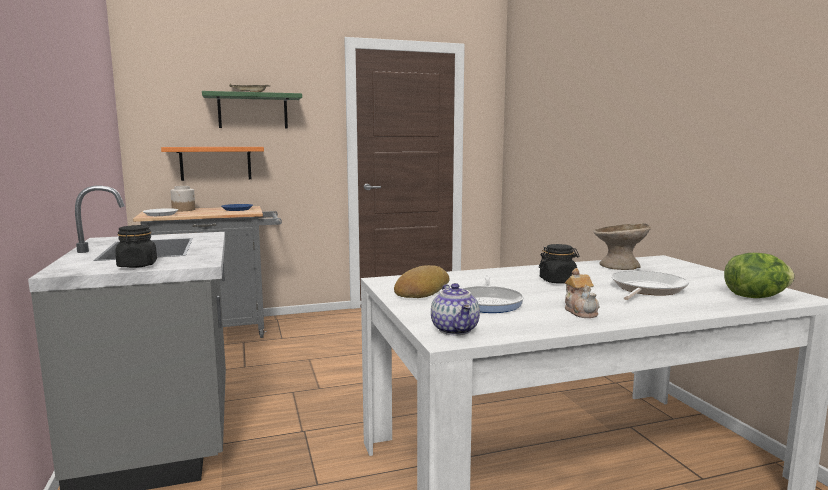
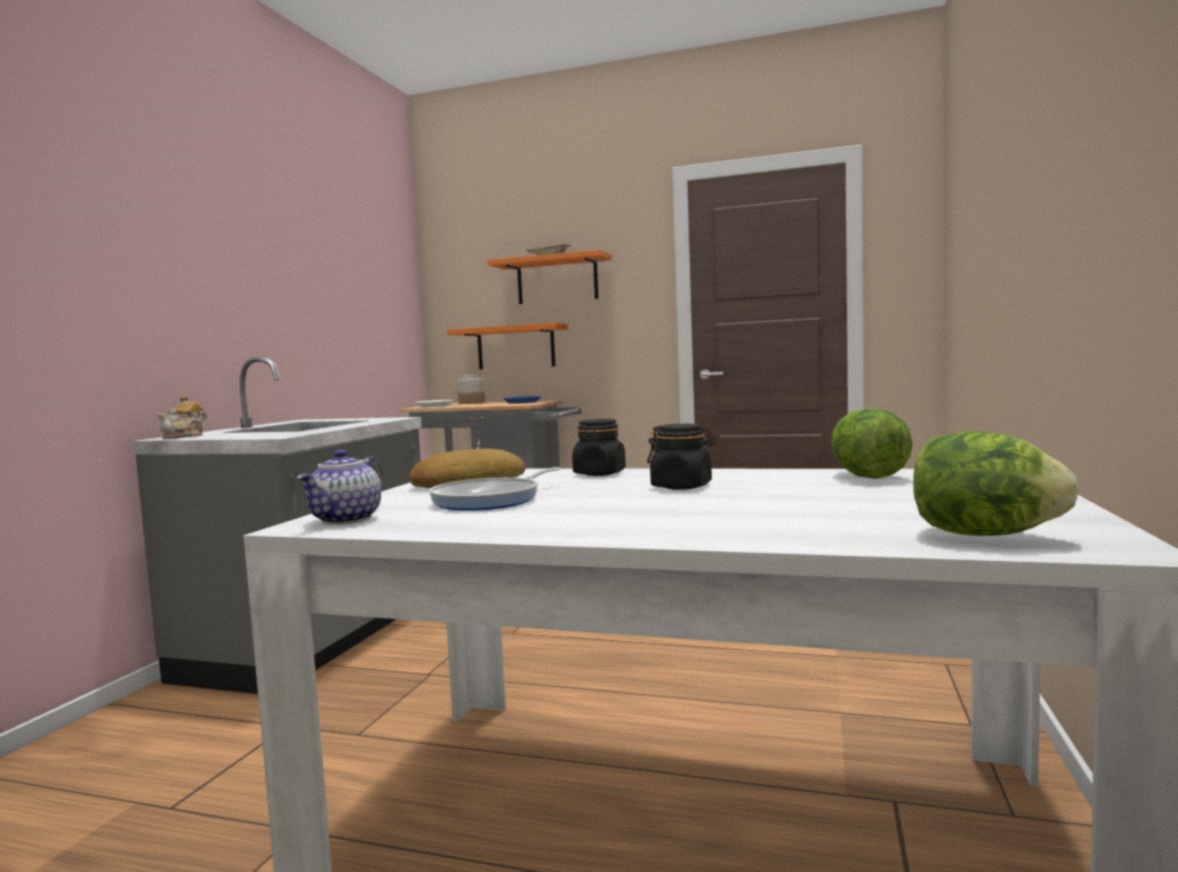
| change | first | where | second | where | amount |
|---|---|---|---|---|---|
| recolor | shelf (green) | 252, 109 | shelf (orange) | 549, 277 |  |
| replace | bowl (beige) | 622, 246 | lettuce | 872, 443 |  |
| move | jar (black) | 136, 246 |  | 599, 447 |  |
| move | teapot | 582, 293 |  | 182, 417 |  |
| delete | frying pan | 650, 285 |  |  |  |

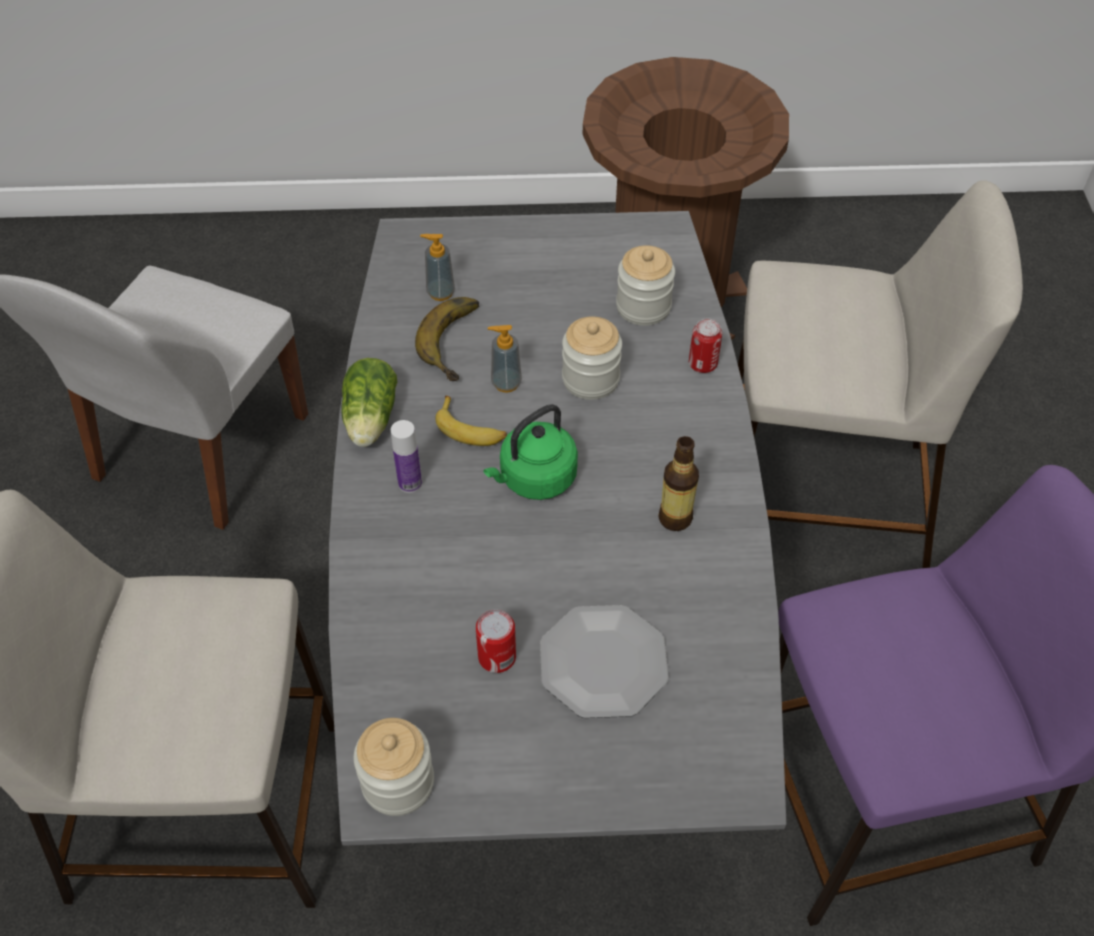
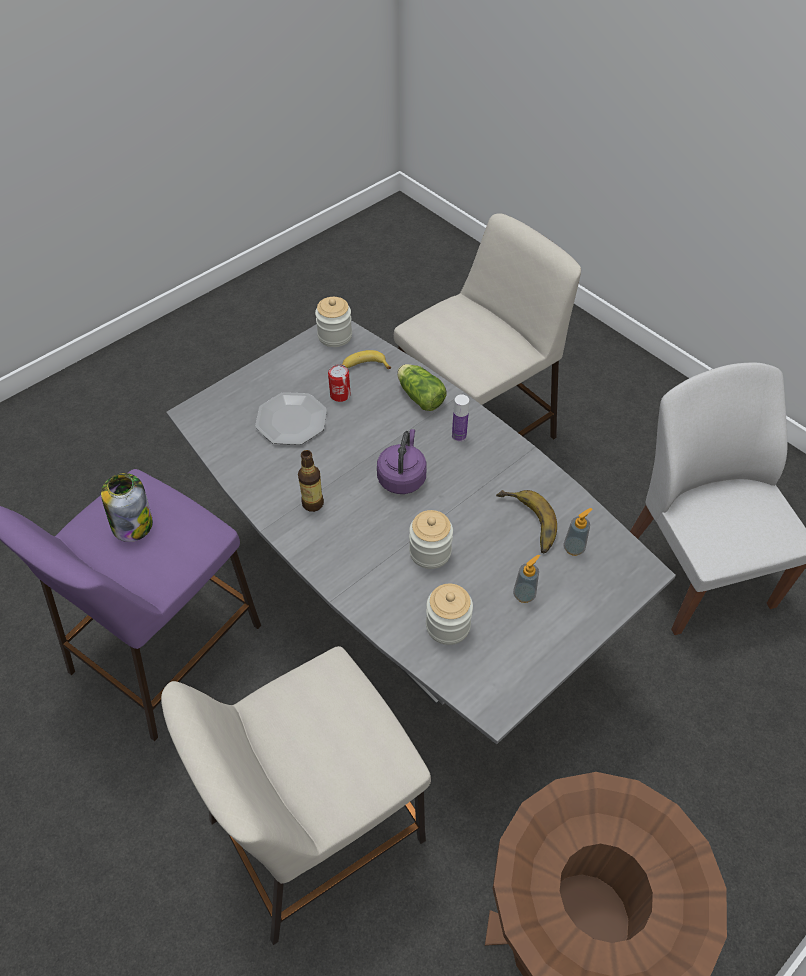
| change | first | where | second | where | amount |
|---|---|---|---|---|---|
| delete | can | 705, 345 |  |  |  |
| move | soap dispenser | 505, 359 |  | 526, 578 |  |
| move | lettuce | 369, 402 |  | 422, 387 |  |
| move | banana | 471, 421 |  | 366, 359 |  |
| recolor | kettle (green) | 530, 452 | kettle (purple) | 402, 461 |  |
| insert |  |  | jar | 127, 507 |  |

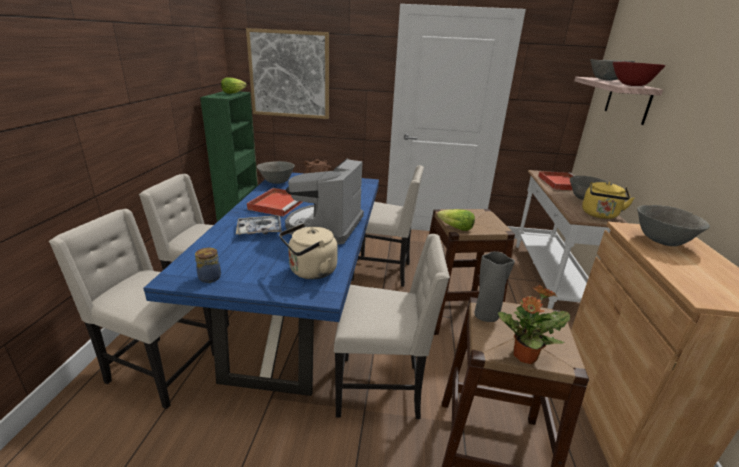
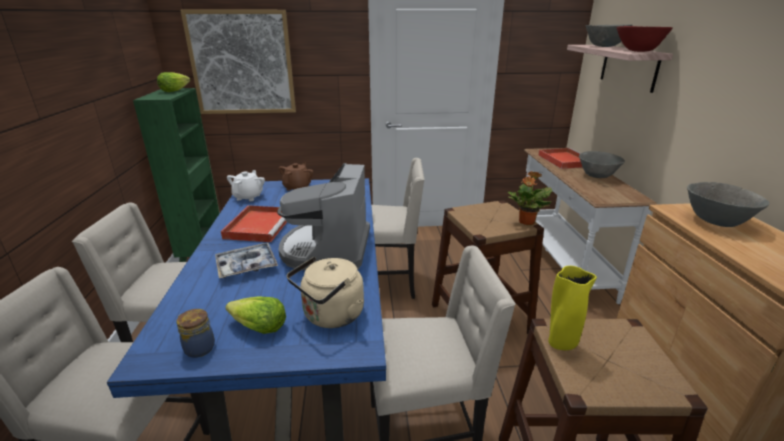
| change | first | where | second | where | amount |
|---|---|---|---|---|---|
| replace | bowl (grey) | 275, 172 | teapot (white) | 246, 185 |  |
| delete | kettle (yellow) | 608, 200 |  |  |  |
| move | lettuce | 456, 220 |  | 255, 315 |  |
| recolor | vase (grey) | 494, 286 | vase (yellow) | 572, 308 |  |
| move | potted plant | 534, 324 |  | 530, 198 |  |

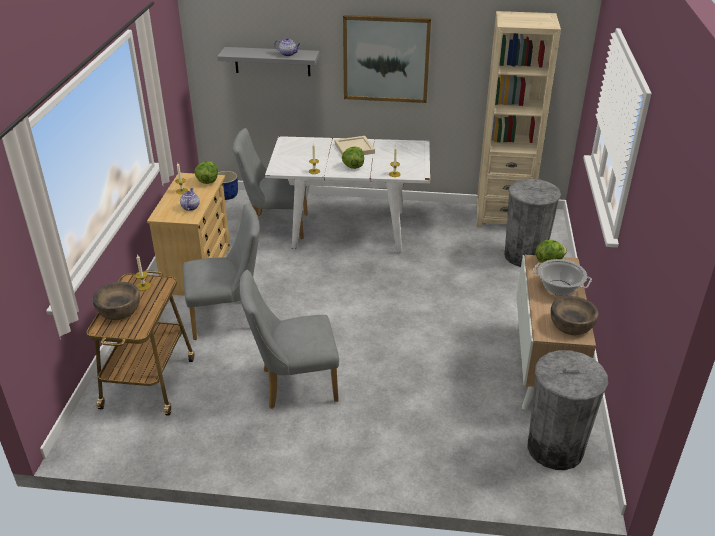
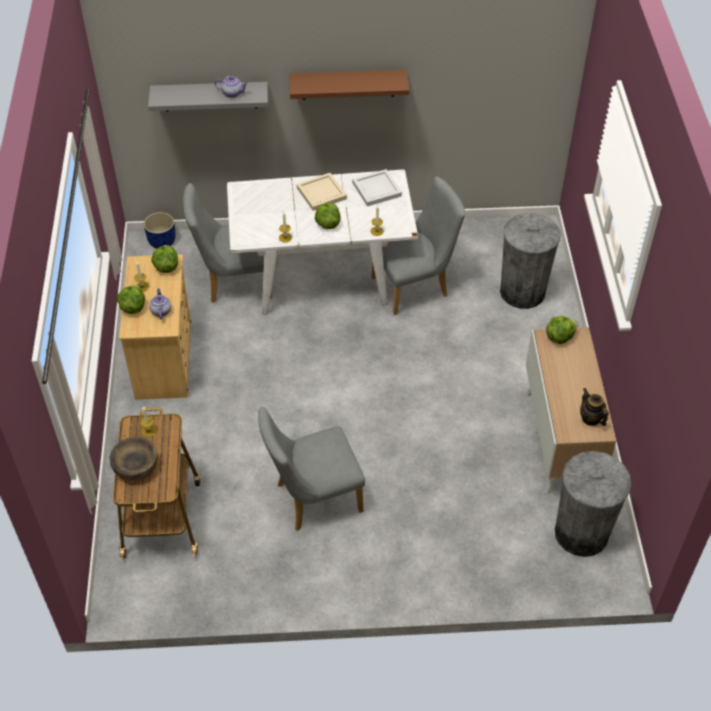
| change | first | where | second | where | amount |
|---|---|---|---|---|---|
| delete | bookcase (beige) | 518, 119 |  |  |  |
| replace | picture | 387, 59 | shelf (brown) | 349, 85 |  |
| move | chair (grey) | 221, 271 |  | 418, 246 |  |
| delete | cooking pot | 562, 277 |  |  |  |
| replace | bowl (brown) | 574, 315 | teapot | 594, 407 |  |
| insert |  |  | tray (white) | 377, 187 |  |
| insert |  |  | lettuce | 131, 299 |  |

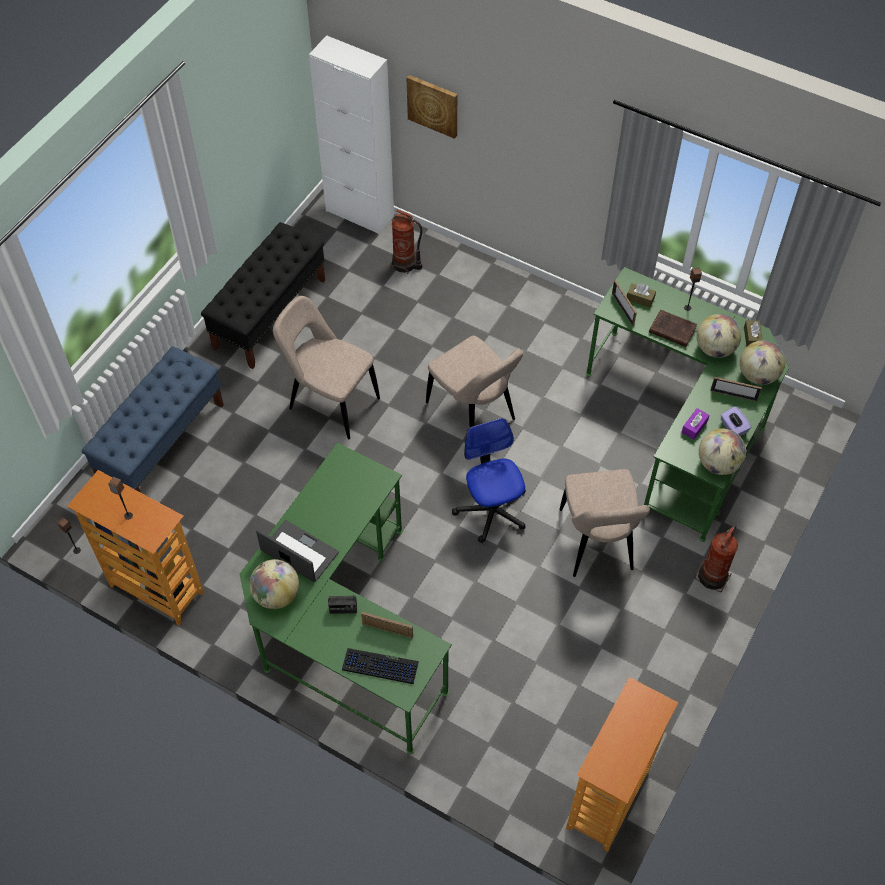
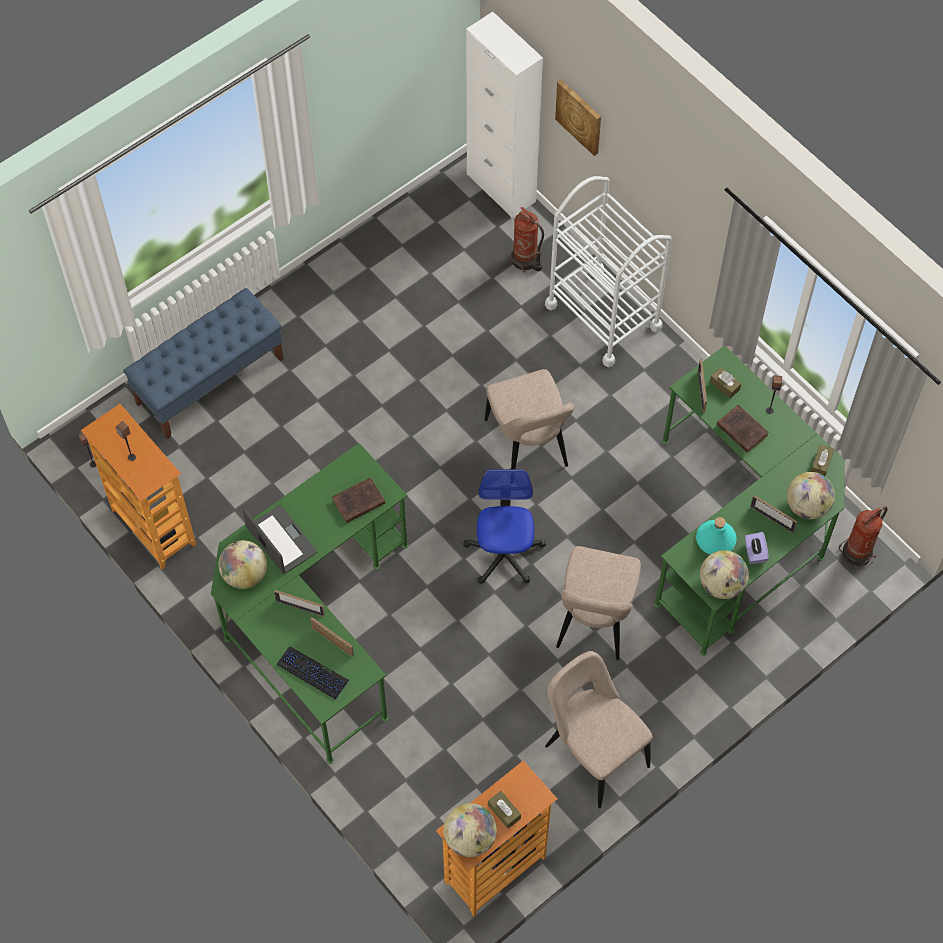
| change | first | where | second | where | amount |
|---|---|---|---|---|---|
| delete | bench (black) | 263, 295 |  |  |  |
| move | chair (beige) | 326, 368 |  | 599, 729 |  |
| move | globe | 719, 336 |  | 470, 830 |  |
| replace | tissue box (purple) | 695, 424 | bottle (turquoise) | 716, 536 |  |
| move | fire extinguisher | 716, 558 |  | 863, 538 |  |
| replace | radio | 342, 605 | picture frame | 299, 603 |  |
| insert |  |  | cart (white) | 608, 271 |  |
| insert |  |  | book (brown) | 358, 500 |  |
| insert |  |  | tissue box (brown) | 504, 810 |  |

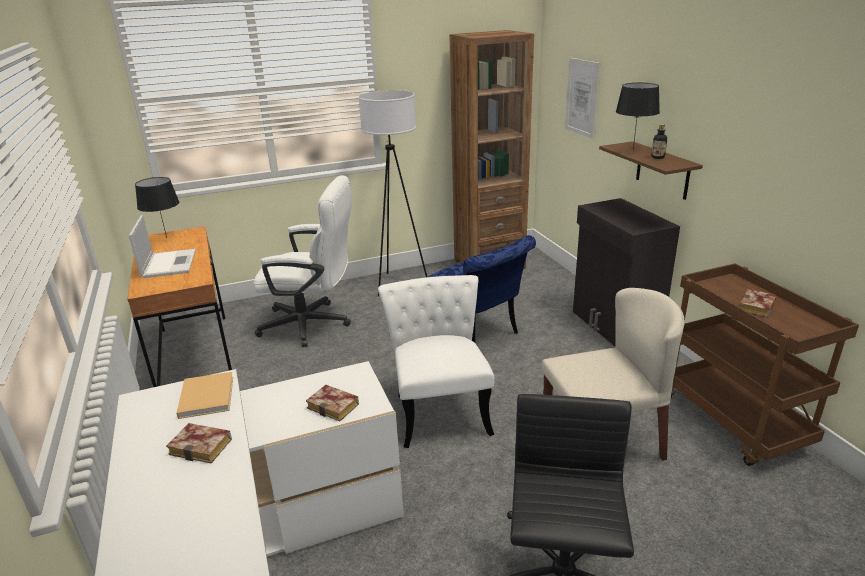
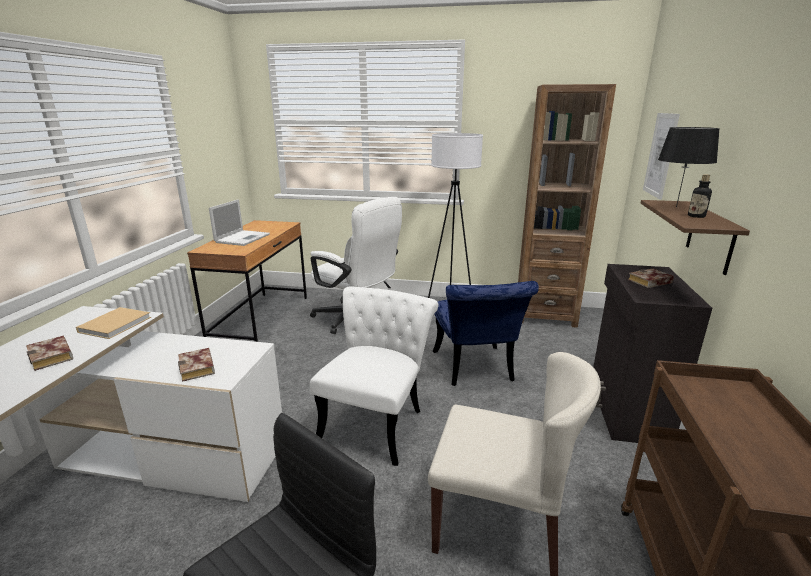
| change | first | where | second | where | amount |
|---|---|---|---|---|---|
| delete | table lamp (black) | 157, 207 |  |  |  |
| move | book | 758, 303 |  | 651, 278 |  |

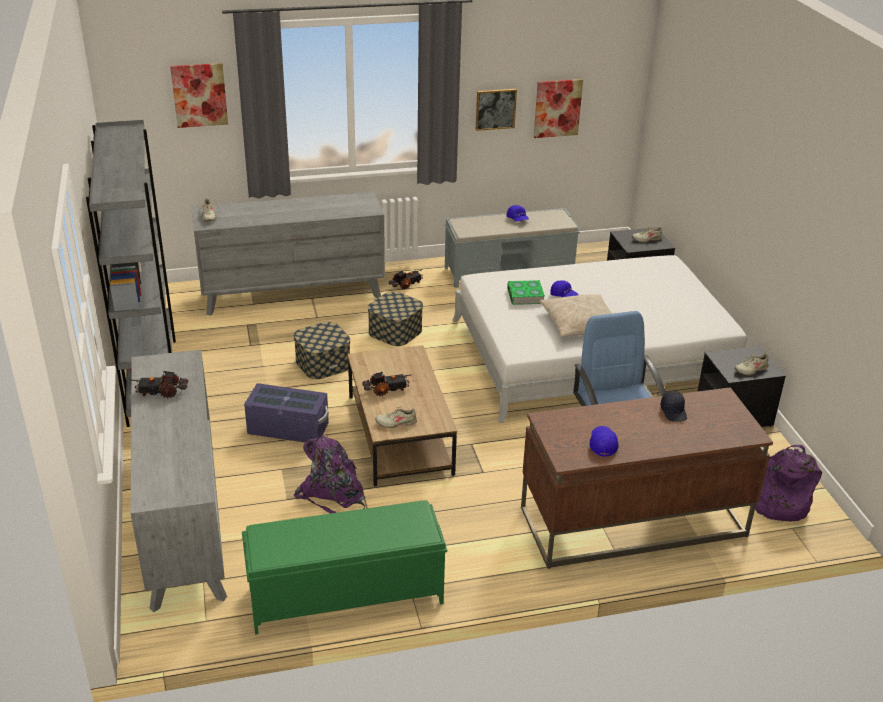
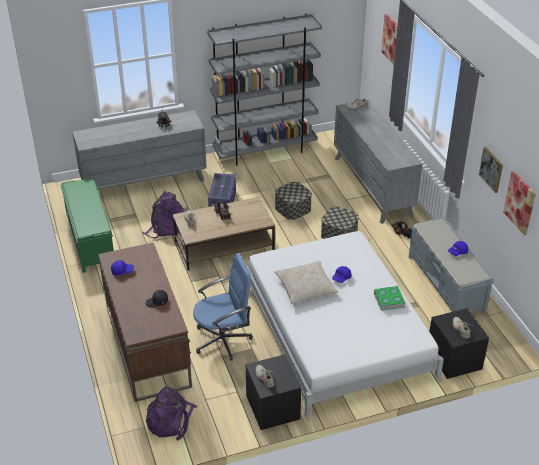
| change | first | where | second | where | amount |
|---|---|---|---|---|---|
| move | book | 526, 292 |  | 390, 298 |  |

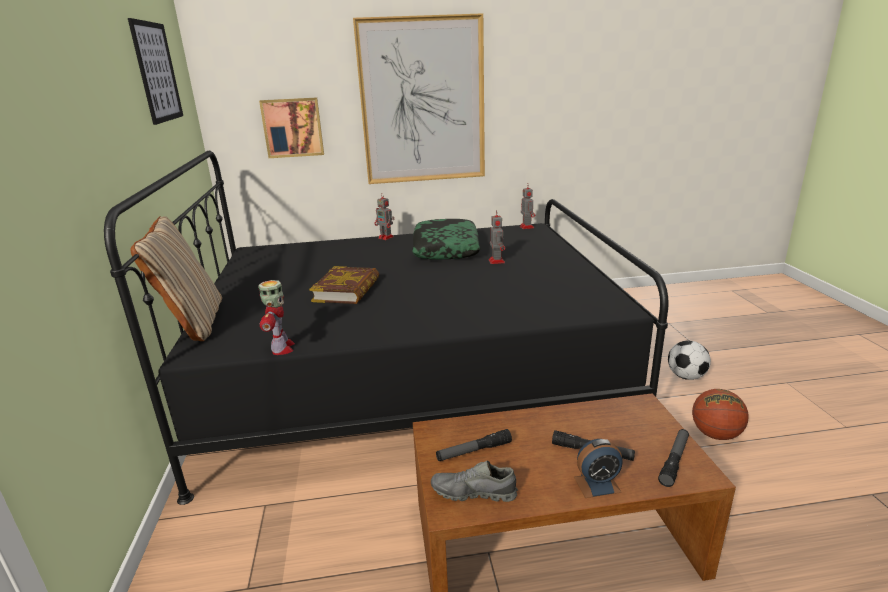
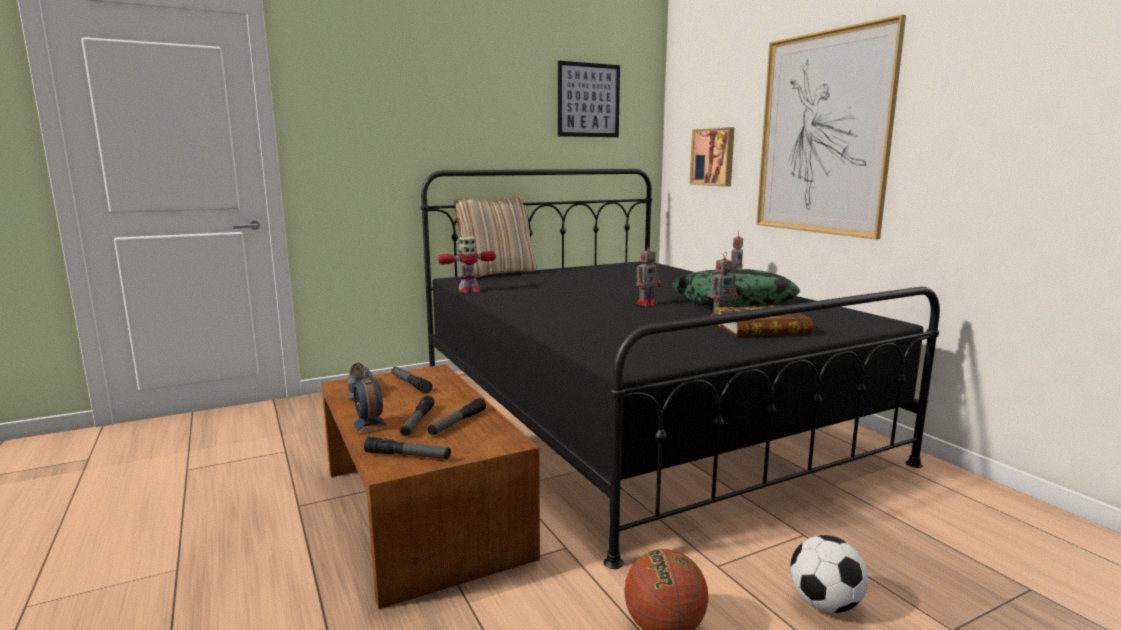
| change | first | where | second | where | amount |
|---|---|---|---|---|---|
| move | toy robot | 527, 206 |  | 648, 274 |  |
| move | book | 344, 285 |  | 764, 321 |  |
| insert |  |  | flashlight | 457, 416 |  |

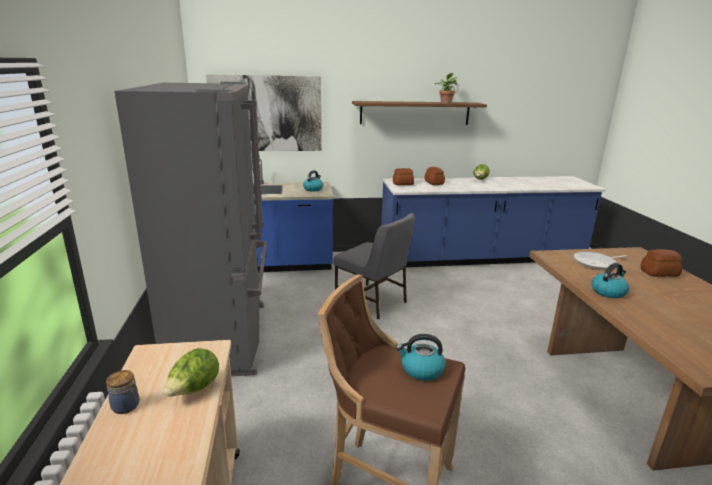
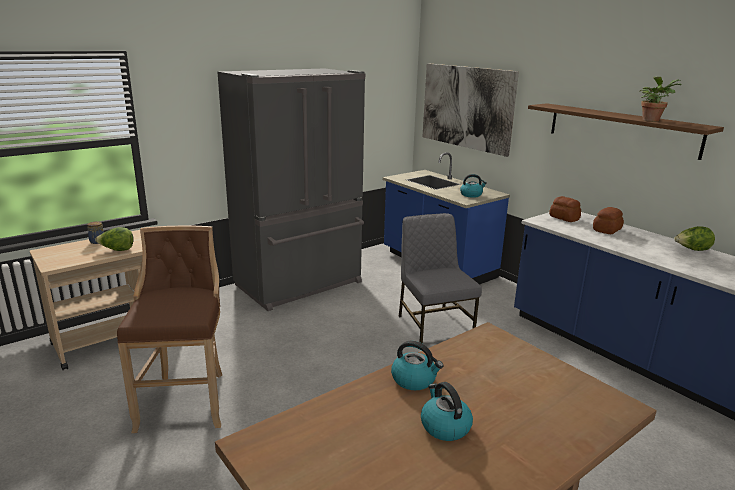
| change | first | where | second | where | amount |
|---|---|---|---|---|---|
| rotate | chair (grey) | 374, 266 |  | 440, 278 | 150 degrees clockwise |
| delete | bread | 661, 263 |  |  |  |
| delete | frying pan | 600, 261 |  |  |  |
| move | kettle | 420, 357 |  | 447, 411 |  |

